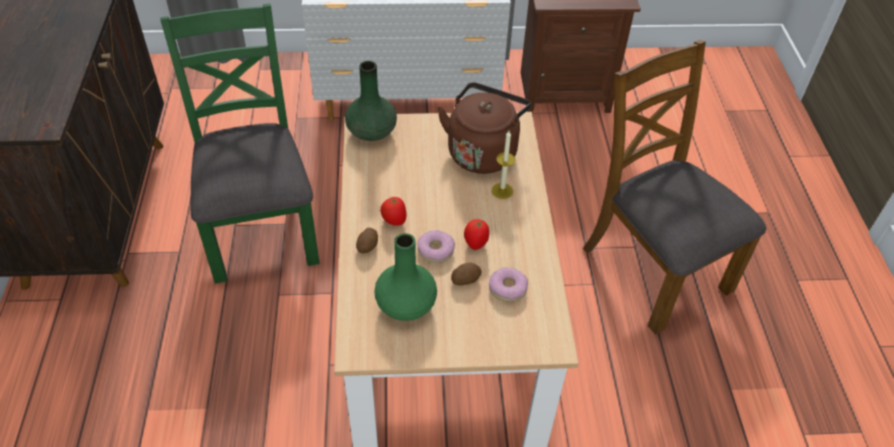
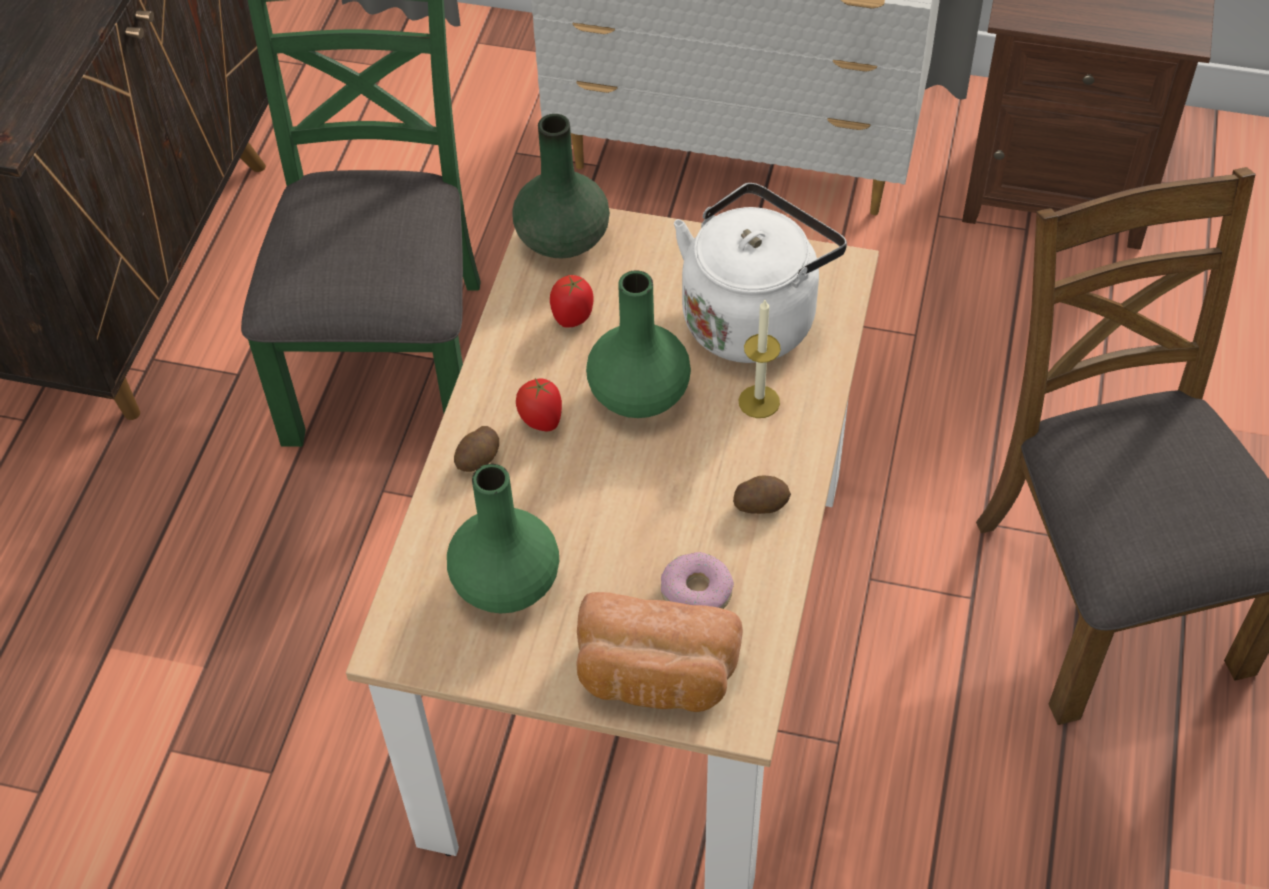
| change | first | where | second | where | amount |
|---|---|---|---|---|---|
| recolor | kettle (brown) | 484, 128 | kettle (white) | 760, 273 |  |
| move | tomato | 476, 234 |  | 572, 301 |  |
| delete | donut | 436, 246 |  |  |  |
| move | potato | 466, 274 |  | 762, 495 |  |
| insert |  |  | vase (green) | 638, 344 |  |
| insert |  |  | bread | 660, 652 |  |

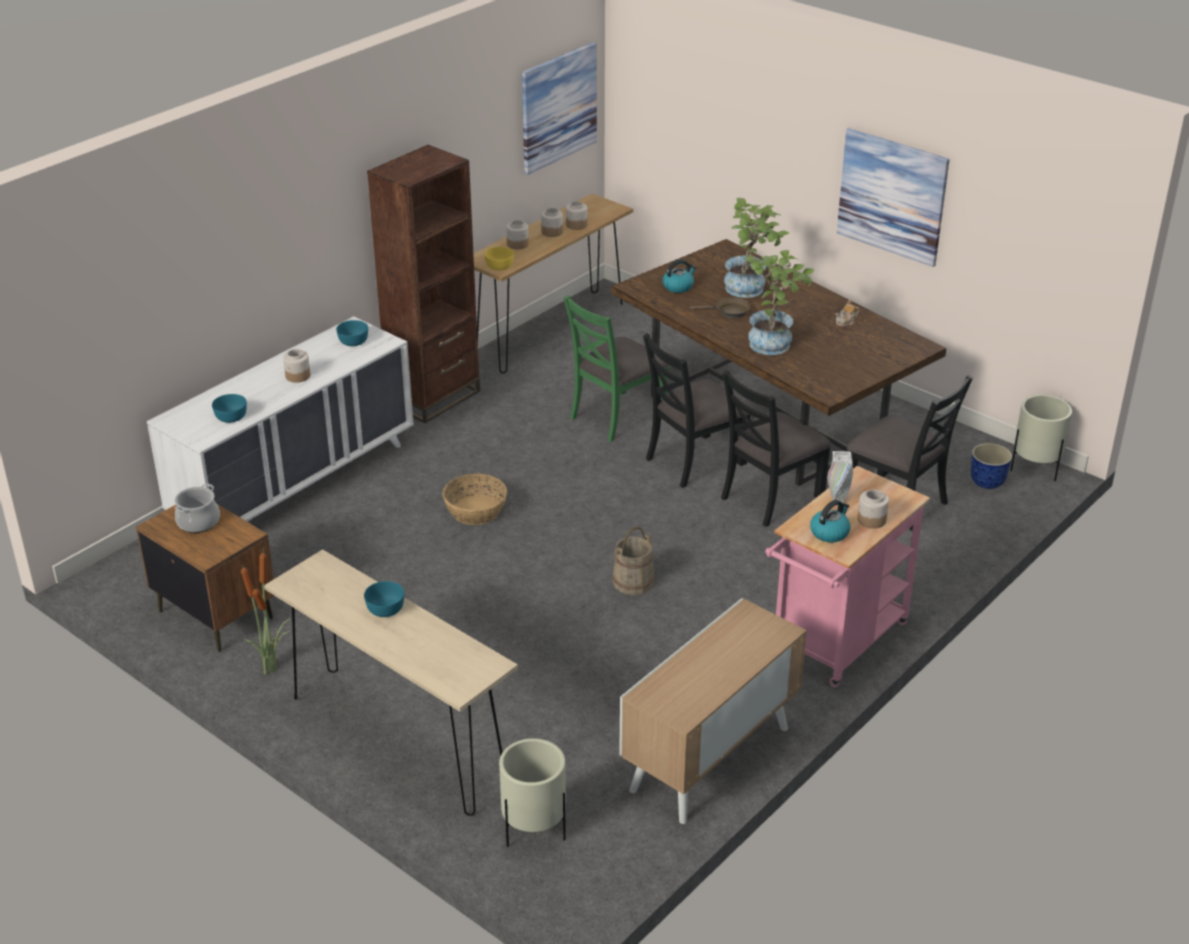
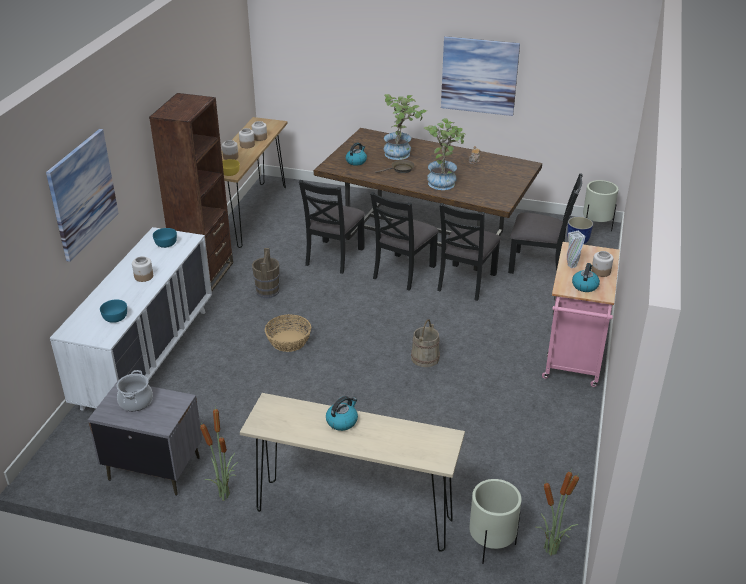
| change | first | where | second | where | amount |
|---|---|---|---|---|---|
| move | picture | 559, 108 |  | 82, 195 |  |
| recolor | chair (green) | 616, 368 | chair (black) | 332, 227 |  |
| recolor | nightstand (brown) | 205, 577 | nightstand (grey) | 145, 438 |  |
| replace | bowl (turquoise) | 384, 599 | kettle | 342, 413 |  |
| delete | cabinet | 713, 711 |  |  |  |
| insert |  |  | bucket (brown) | 266, 273 |  |
| insert |  |  | potted plant | 557, 511 |  |

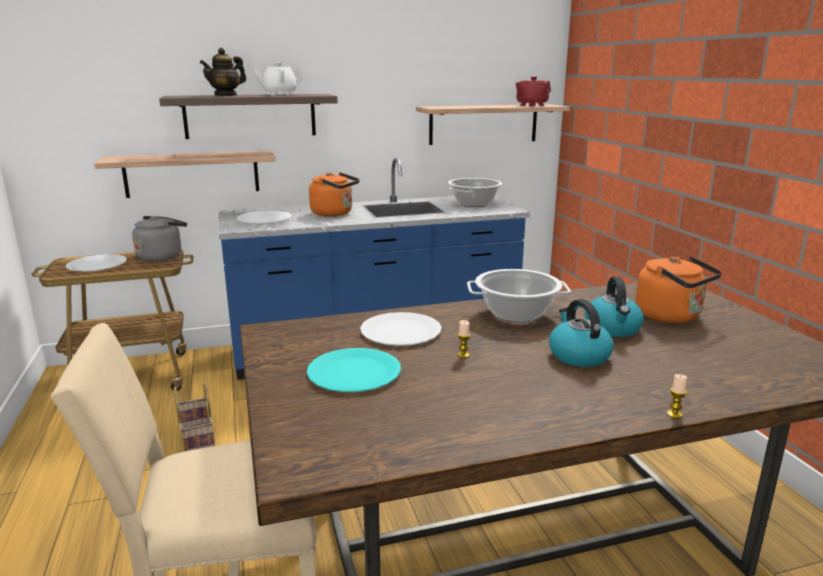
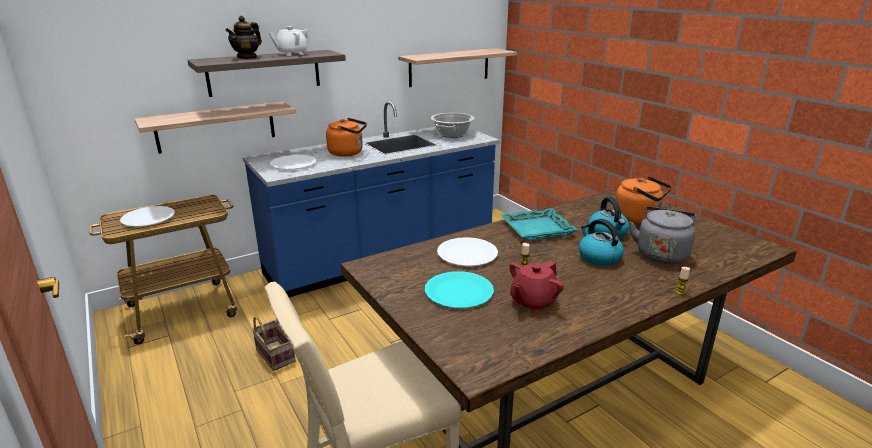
| change | first | where | second | where | amount |
|---|---|---|---|---|---|
| move | teapot (red) | 533, 91 |  | 536, 287 |  |
| move | kettle (grey) | 159, 239 |  | 662, 235 |  |
| replace | cooking pot | 519, 296 | tray (turquoise) | 539, 224 |  |

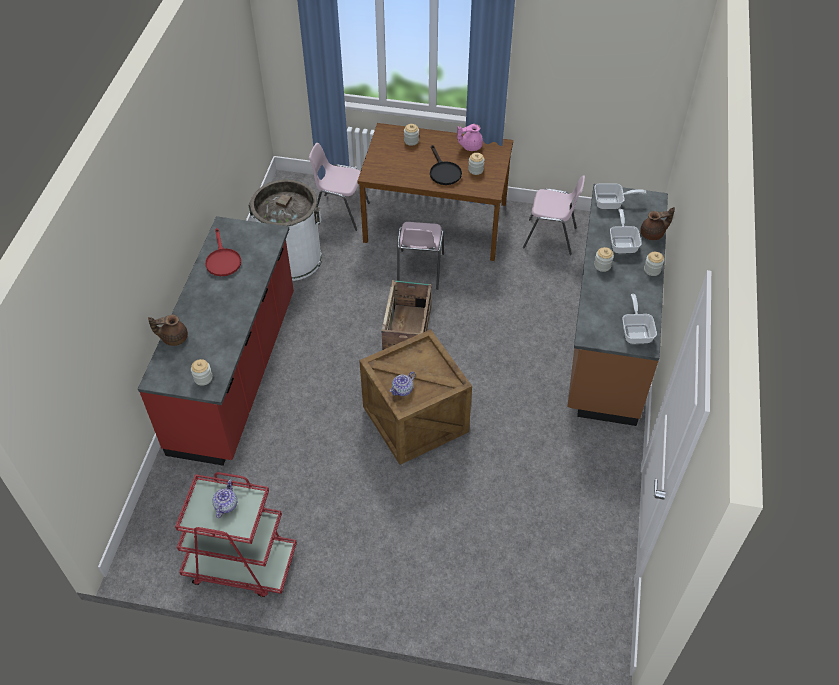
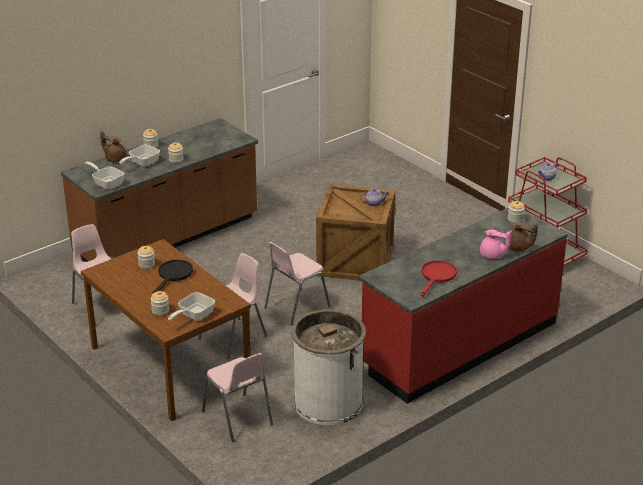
| change | first | where | second | where | amount |
|---|---|---|---|---|---|
| move | teapot (pink) | 470, 137 |  | 496, 244 |  |
| replace | crate | 407, 315 | chair (pink) | 297, 284 |  |
| move | frying pan | 639, 319 |  | 191, 306 |  |

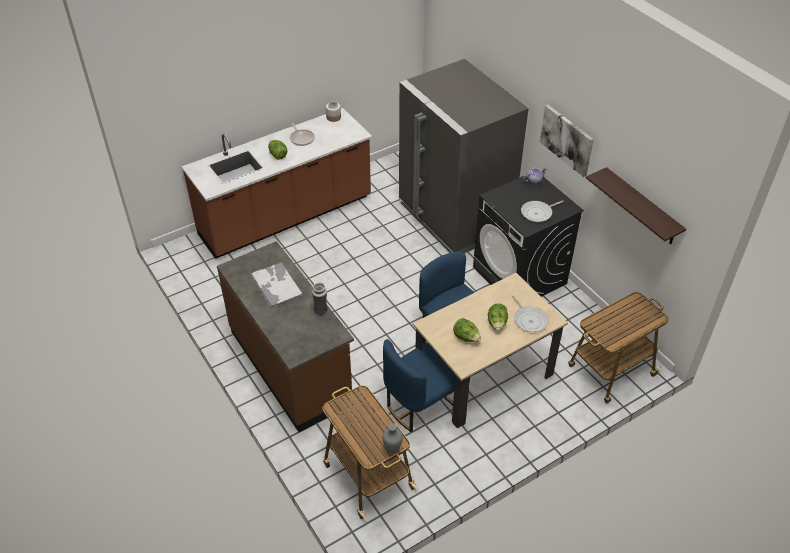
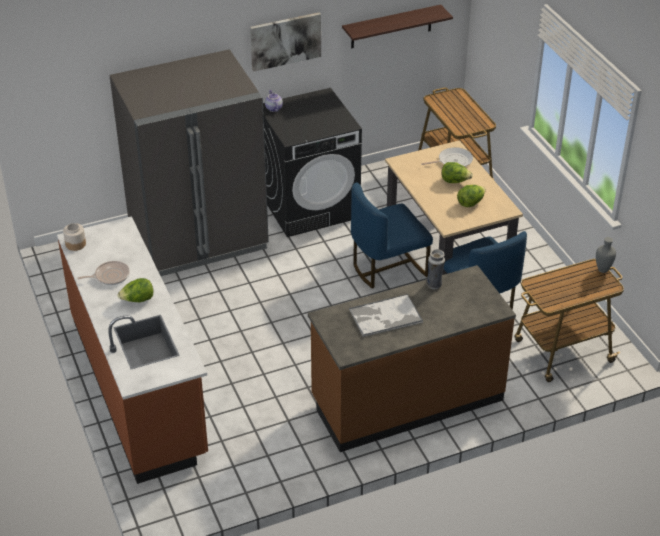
| change | first | where | second | where | amount |
|---|---|---|---|---|---|
| delete | frying pan | 542, 211 |  |  |  |

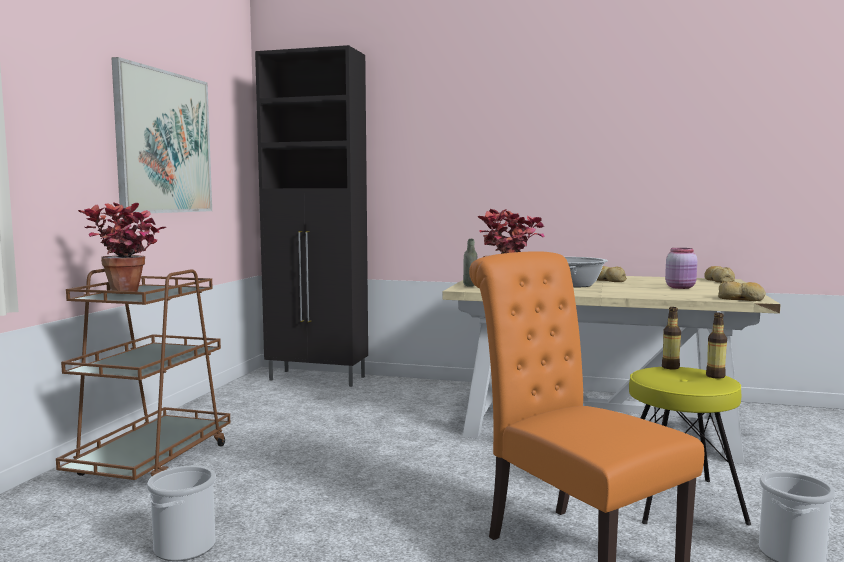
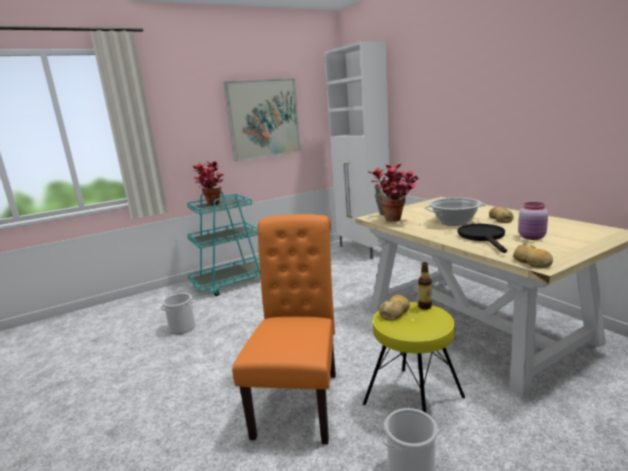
| change | first | where | second | where | amount |
|---|---|---|---|---|---|
| recolor | cabinet (black) | 311, 216 | cabinet (white) | 356, 150 |  |
| move | bread | 719, 274 |  | 394, 307 |  |
| recolor | cart (brown) | 143, 374 | cart (turquoise) | 223, 243 |  |
| delete | bottle | 716, 346 |  |  |  |
| insert |  |  | frying pan (black) | 482, 238 |  |

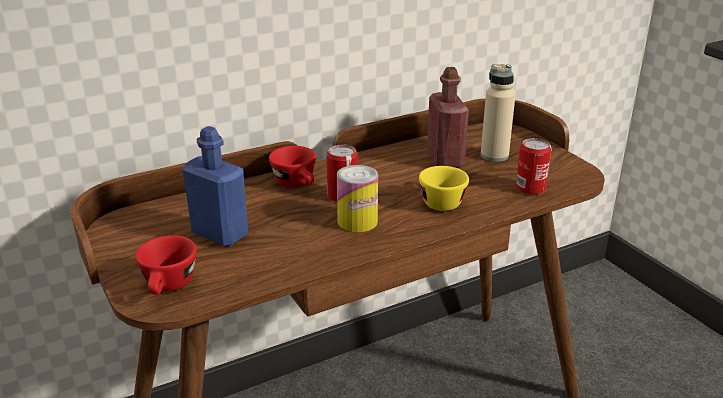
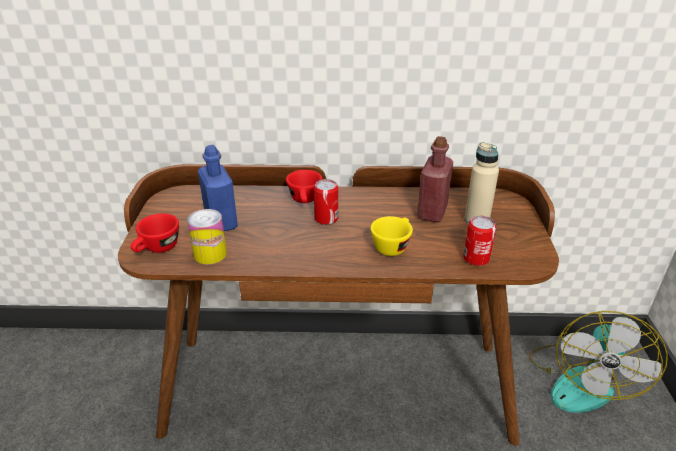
| change | first | where | second | where | amount |
|---|---|---|---|---|---|
| move | can | 357, 198 |  | 207, 236 |  |
| insert |  |  | fan | 598, 362 |  |

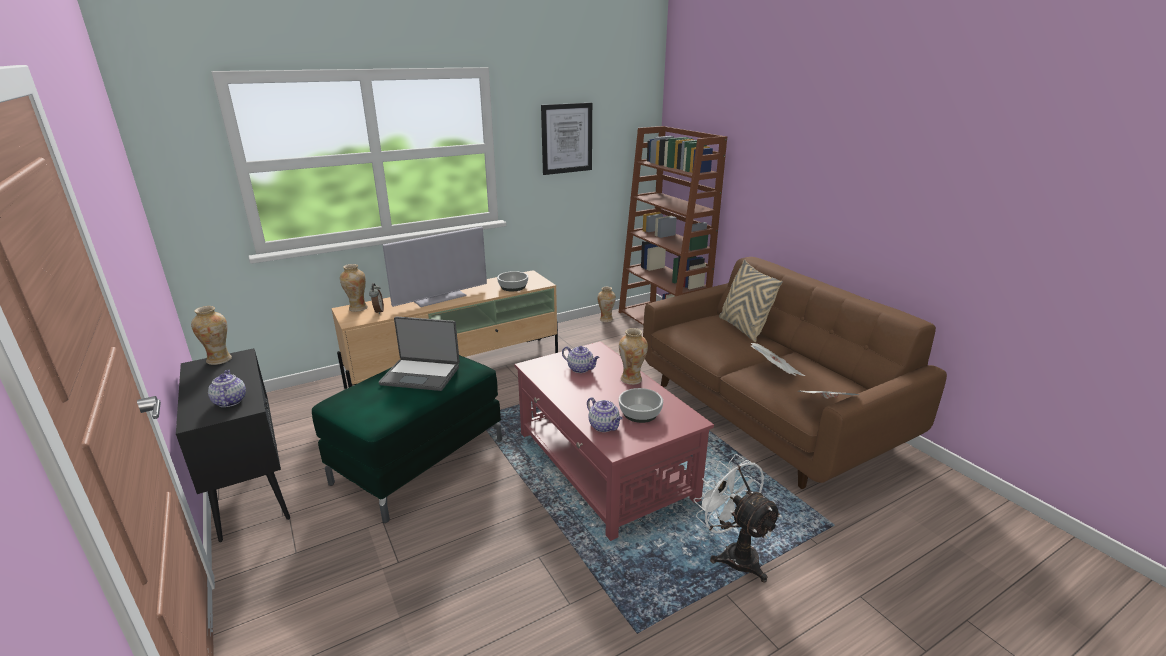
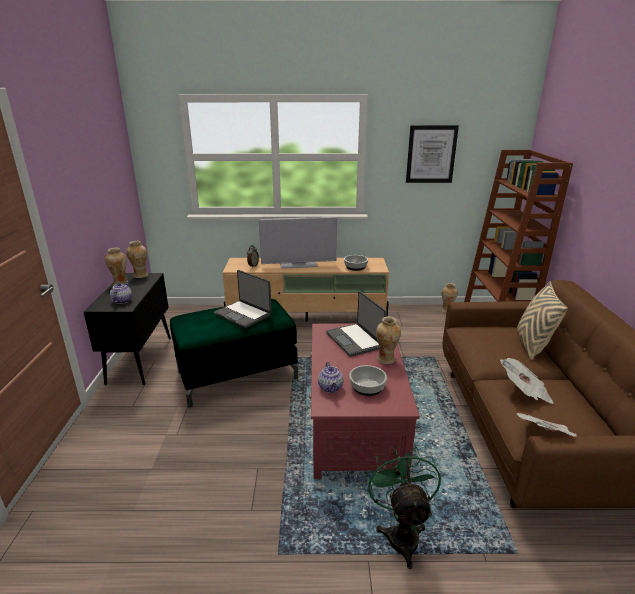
| change | first | where | second | where | amount |
|---|---|---|---|---|---|
| move | vase | 354, 288 |  | 117, 266 |  |
| replace | teapot | 581, 359 | laptop | 356, 324 |  |
| recolor | fan (white) | 738, 518 | fan (green) | 404, 508 |  |

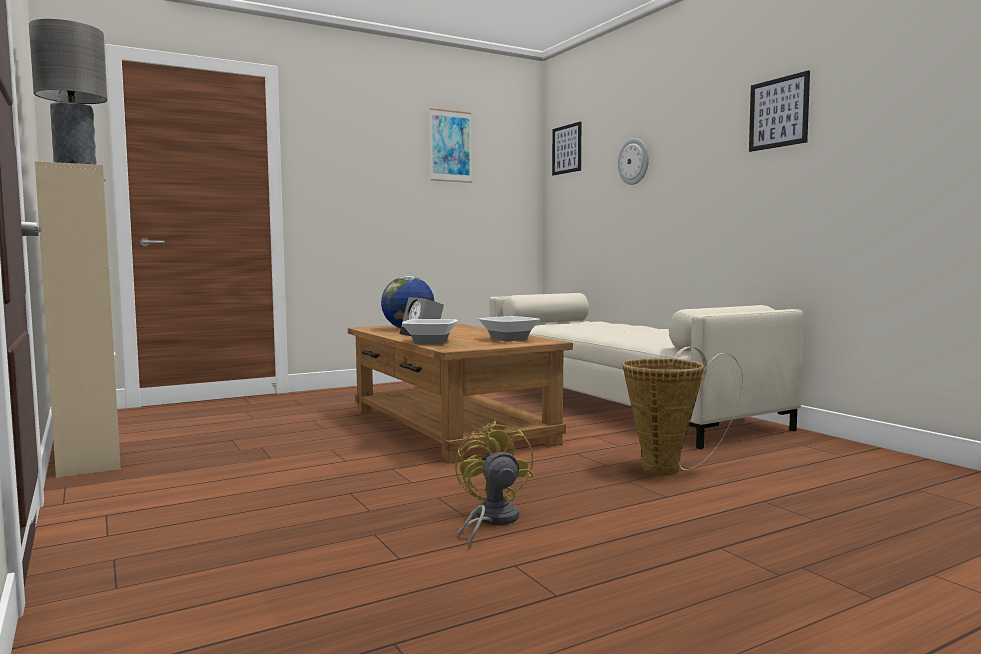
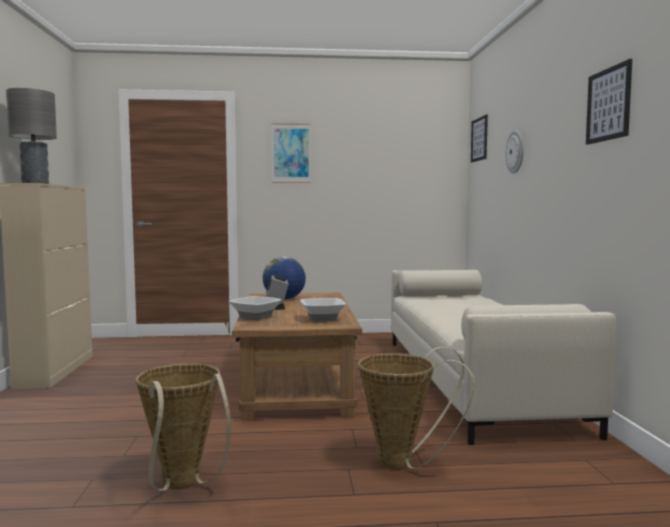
| change | first | where | second | where | amount |
|---|---|---|---|---|---|
| move | picture | 451, 145 |  | 291, 153 |  |
| replace | fan (yellow) | 494, 484 | basket | 183, 427 |  |

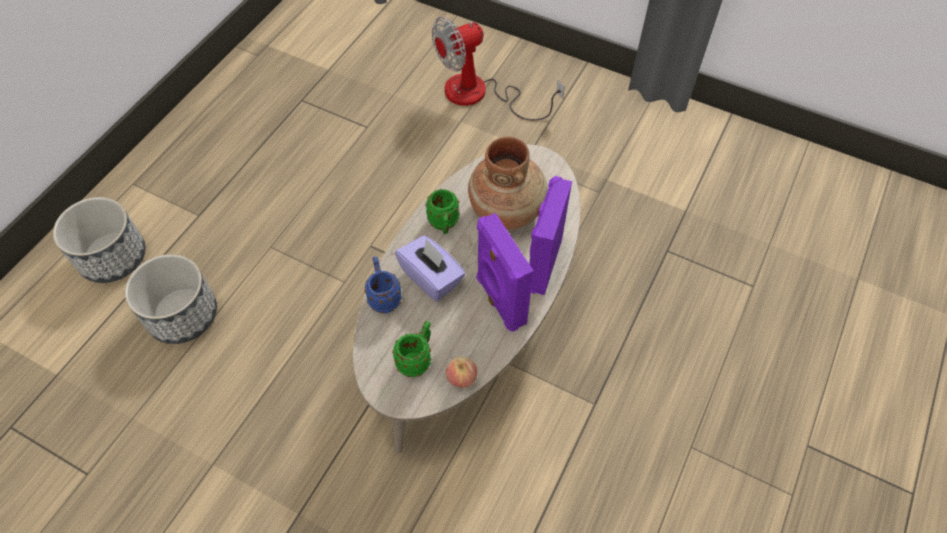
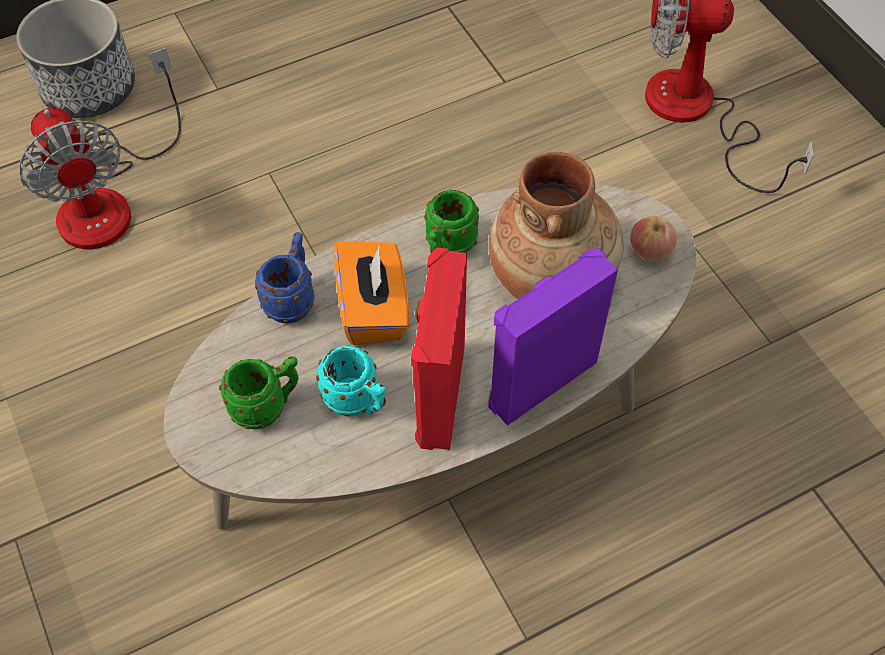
| change | first | where | second | where | amount |
|---|---|---|---|---|---|
| recolor | speaker (purple) | 505, 272 | speaker (red) | 439, 348 |  |
| recolor | tissue box (purple) | 430, 268 | tissue box (orange) | 371, 293 |  |
| replace | planter | 171, 299 | fan | 100, 148 |  |
| move | apple | 461, 372 |  | 653, 239 |  |
| insert |  |  | mug (turquoise) | 351, 380 |  |

